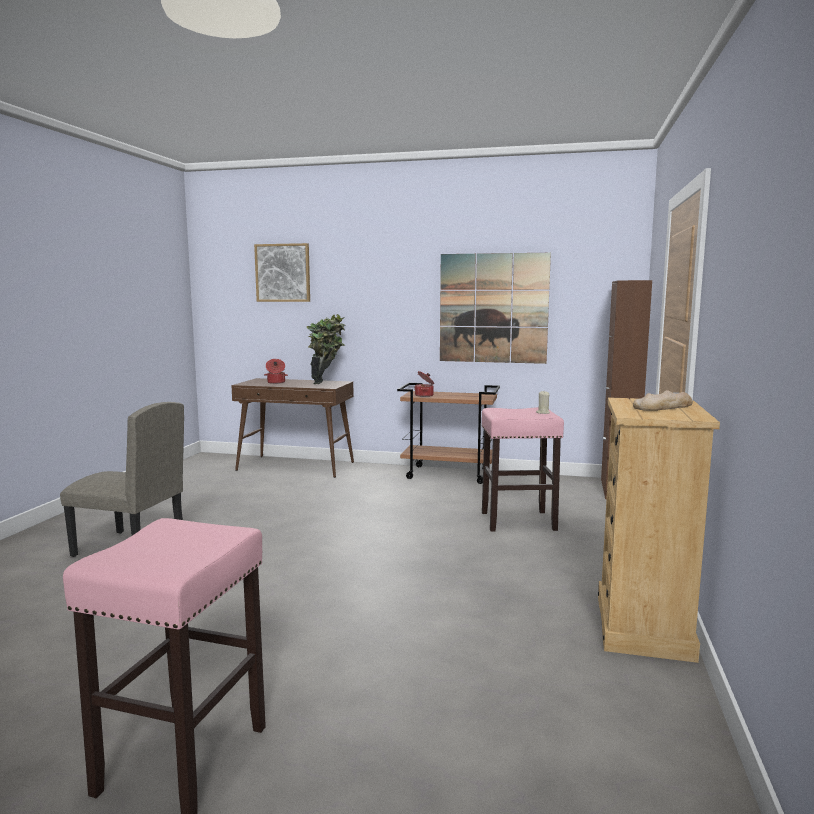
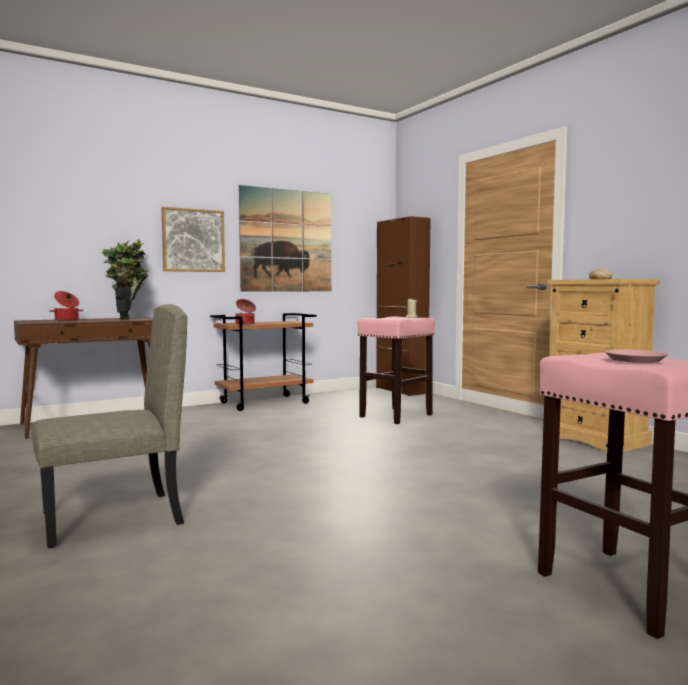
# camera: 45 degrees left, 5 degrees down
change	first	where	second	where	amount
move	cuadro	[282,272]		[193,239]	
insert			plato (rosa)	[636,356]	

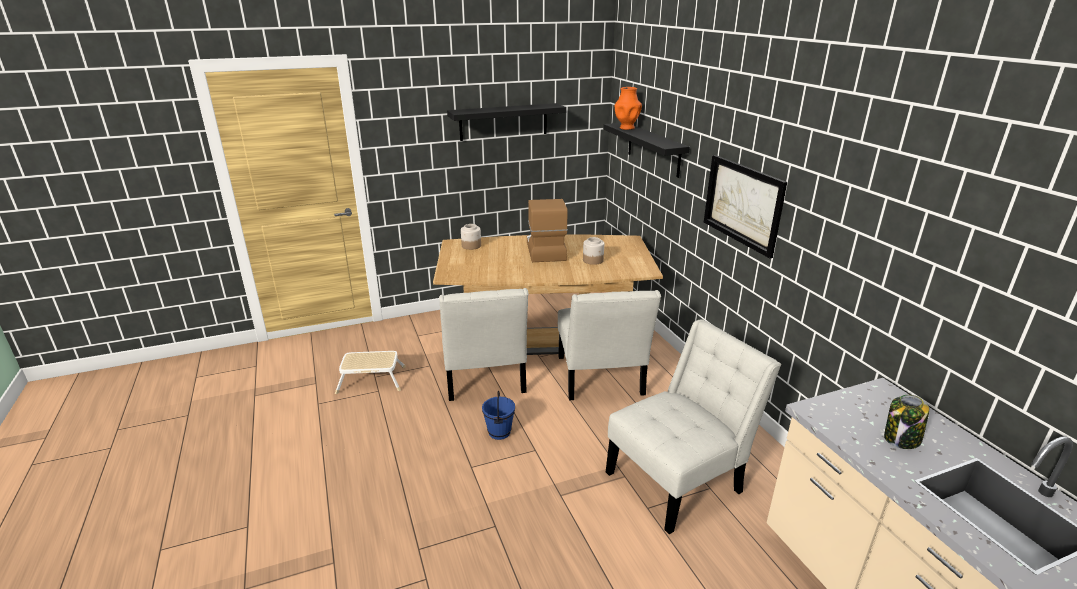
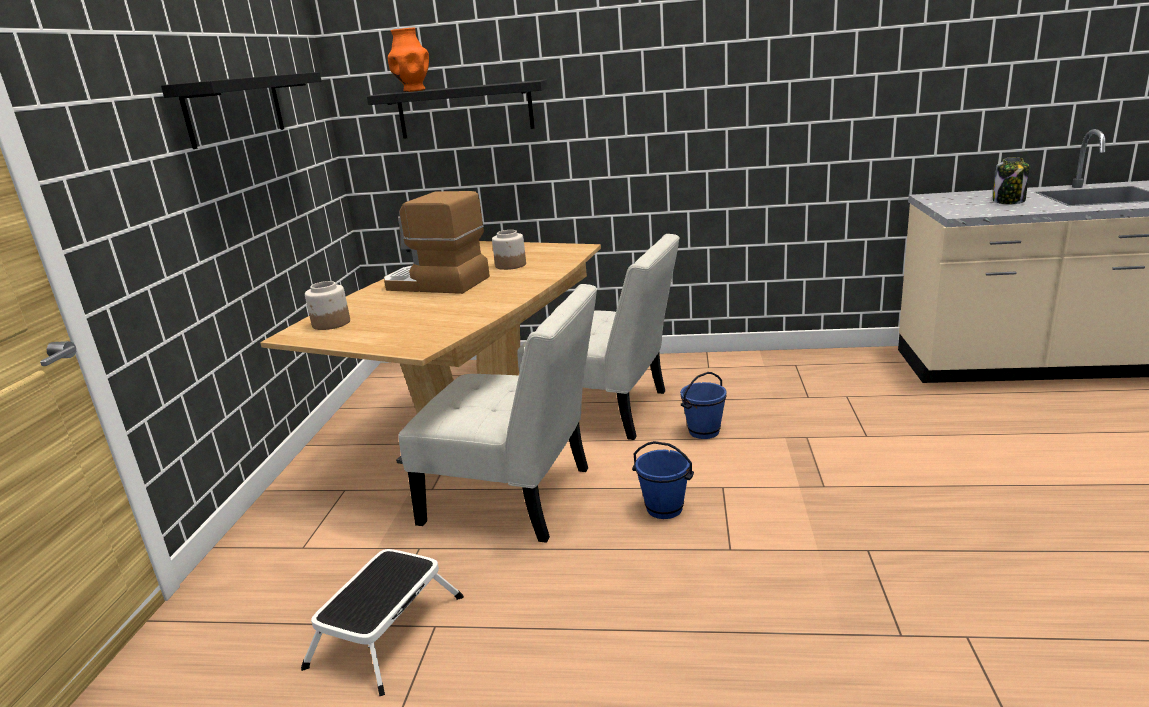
# camera: 60 degrees left, 5 degrees down
change	first	where	second	where	amount
recolor	escalera de tijera (beis)	[370,372]	escalera de tijera (negro)	[382,622]	
delete	silla (blanco)	[693,426]			
delete	cuadro	[745,206]			
insert			cubo (azul)	[703,405]	

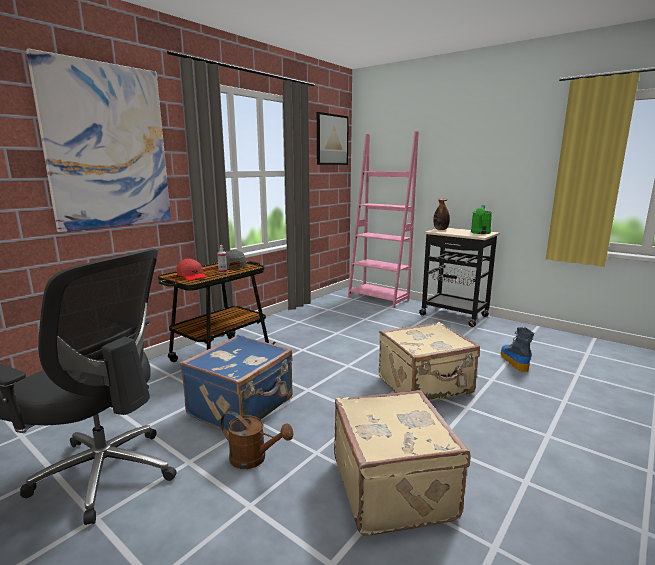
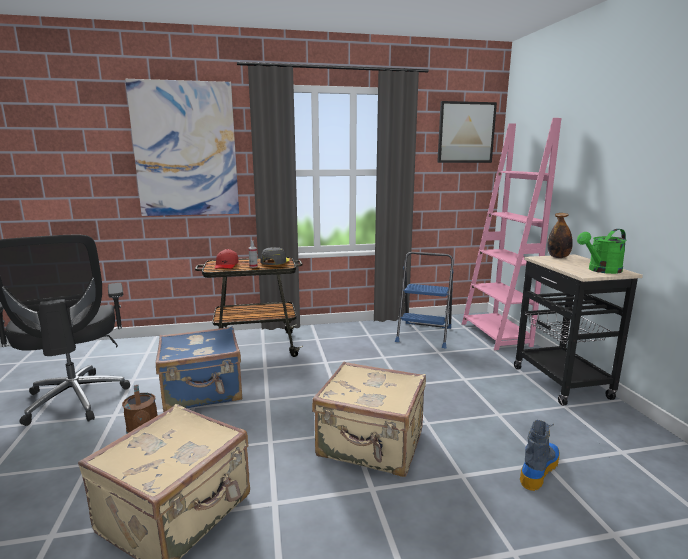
# camera: 40 degrees right, 0 degrees up
change	first	where	second	where	amount
insert			escalera de tijera (azul)	[424,300]	

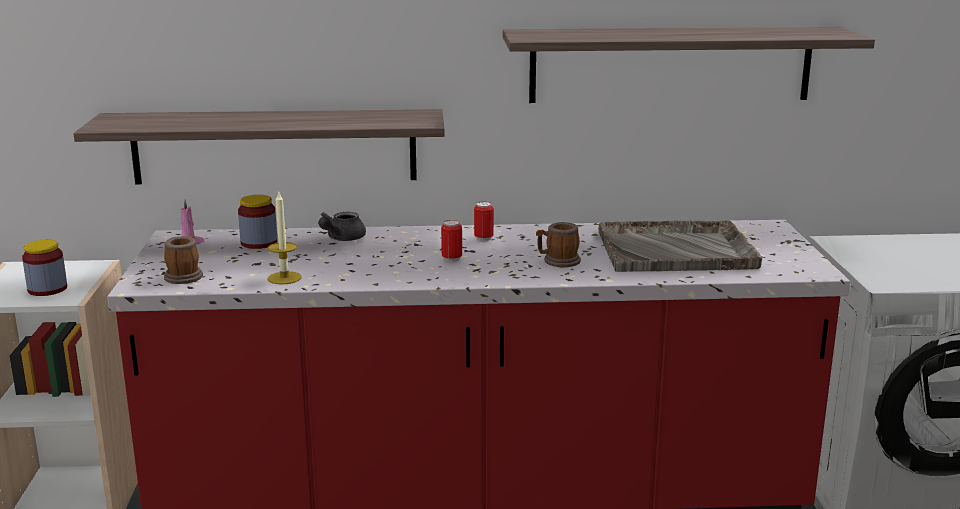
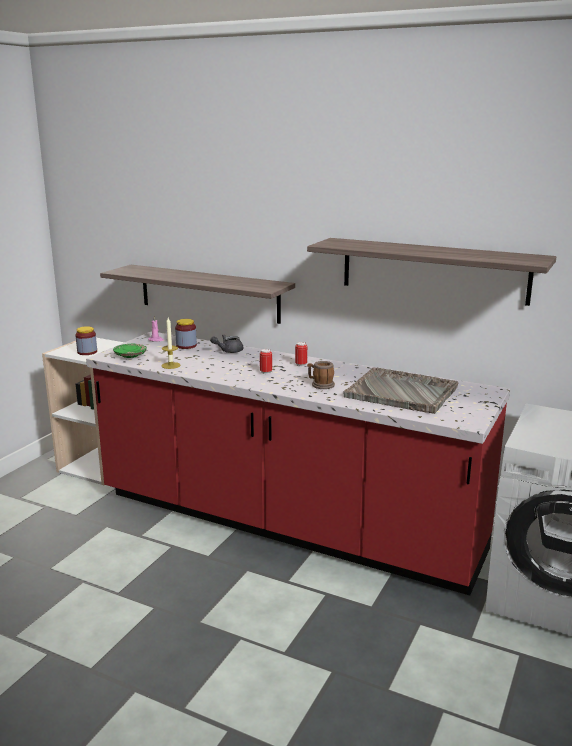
# camera: 30 degrees right, 0 degrees up
change	first	where	second	where	amount
replace	taza grande	[183,260]	plato (verde)	[130,351]	

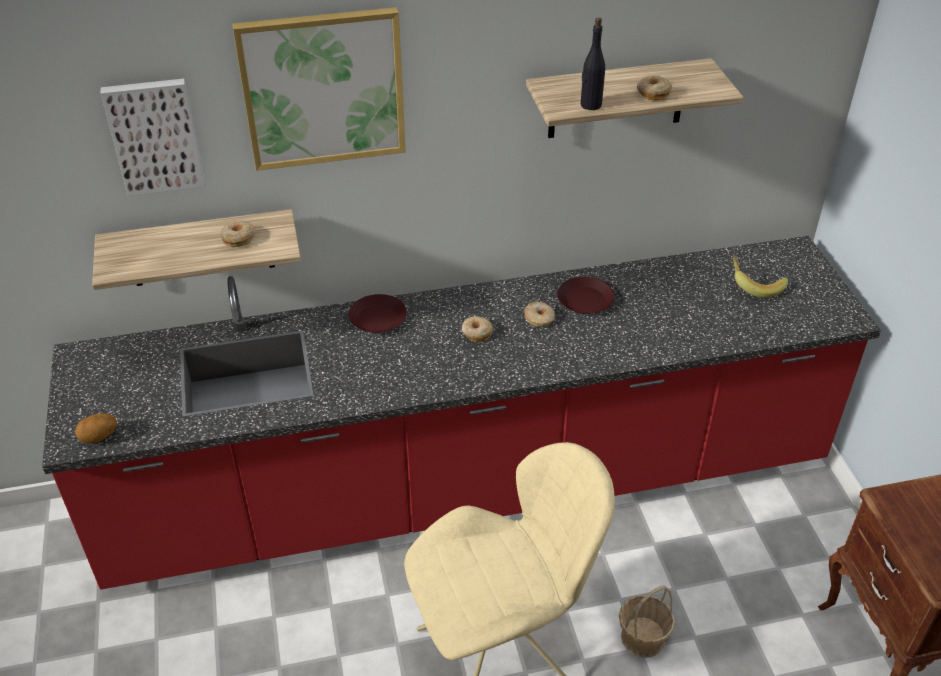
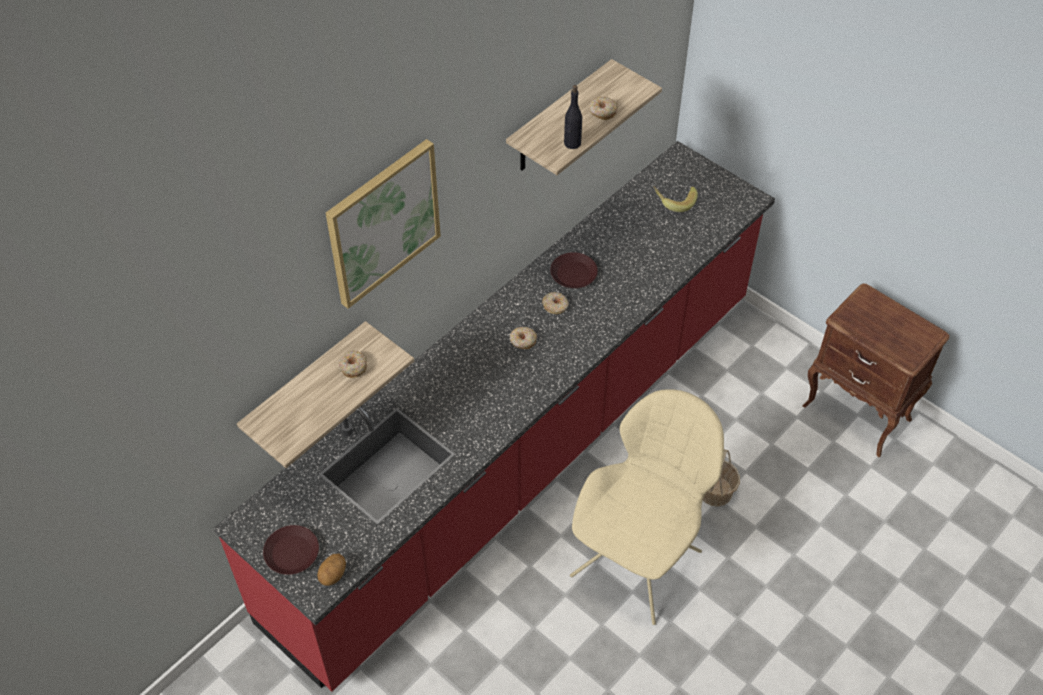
# camera: 35 degrees left, 10 degrees up
change	first	where	second	where	amount
delete	cuadro	[153,137]			
move	plato (marrón)	[378,313]		[291,550]	

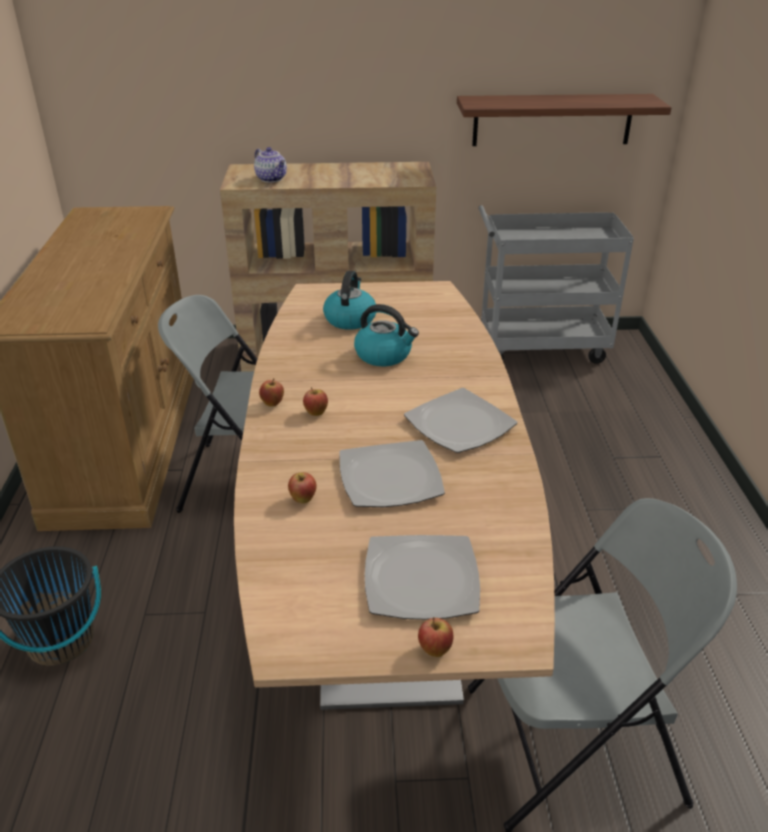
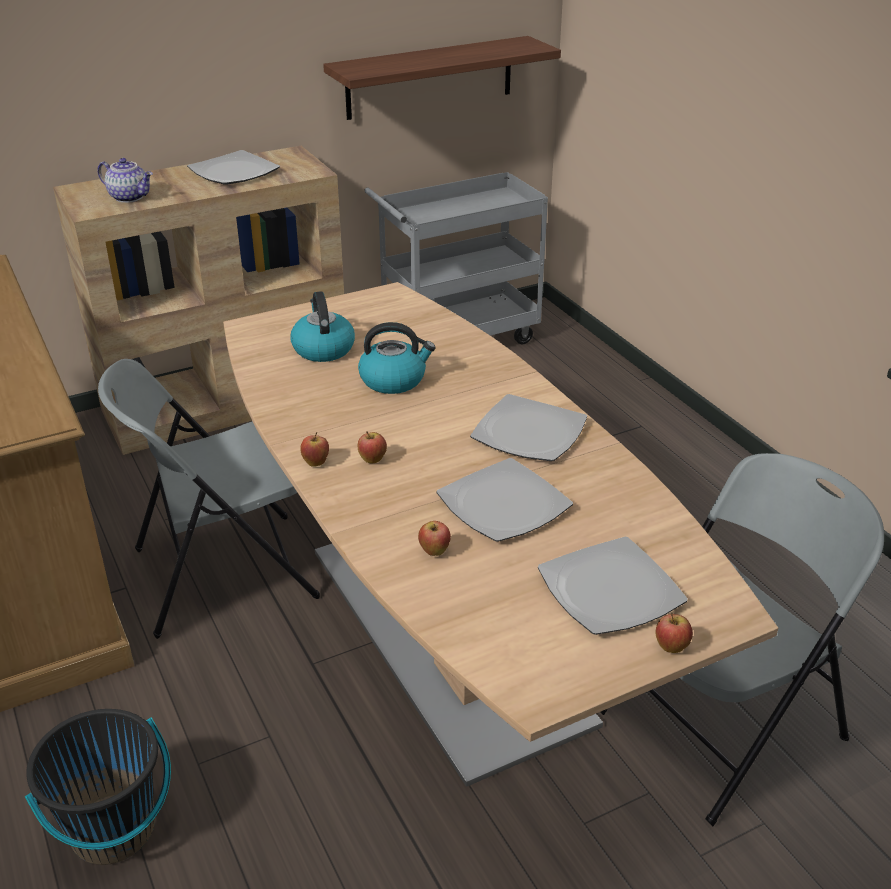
# camera: 25 degrees left, 0 degrees up
change	first	where	second	where	amount
insert			plato	[233,167]	

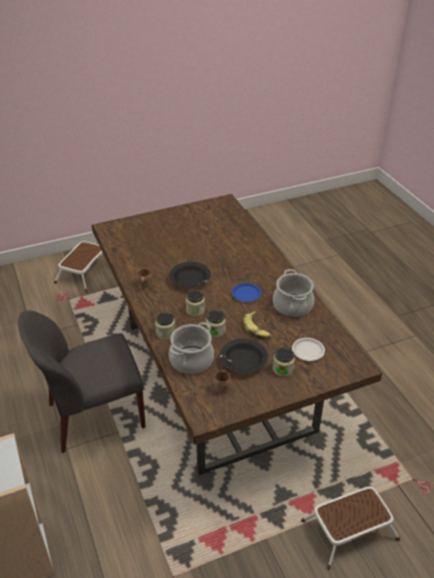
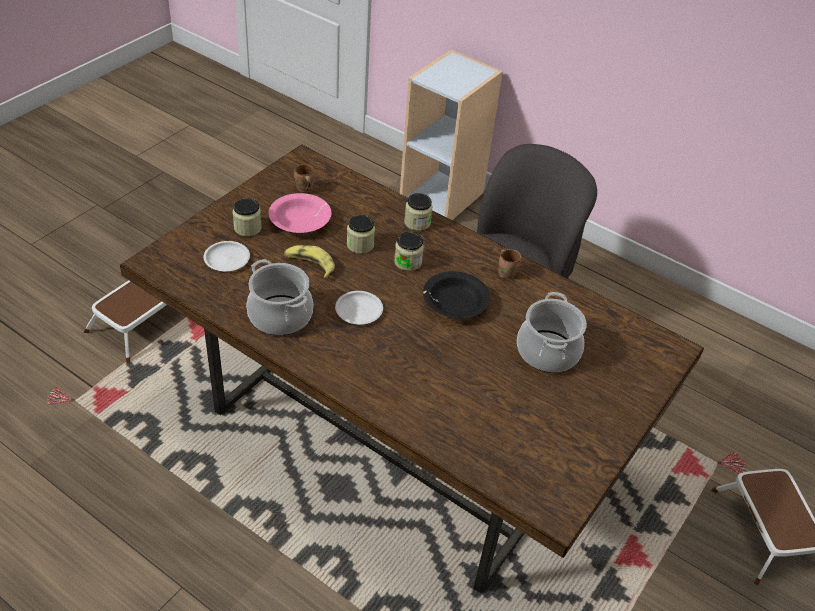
# camera: 145 degrees right, 5 degrees up
change	first	where	second	where	amount
move	olla	[191,348]		[552,332]	
recolor	cuenco (negro)	[244,356]	cuenco (rosa)	[300,213]	
recolor	plato (azul)	[246,292]	plato (blanco)	[359,308]	

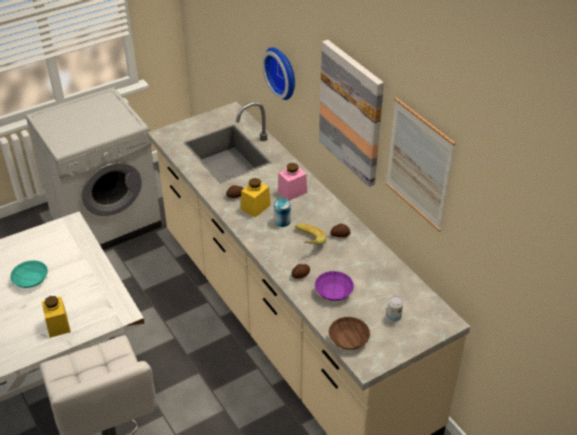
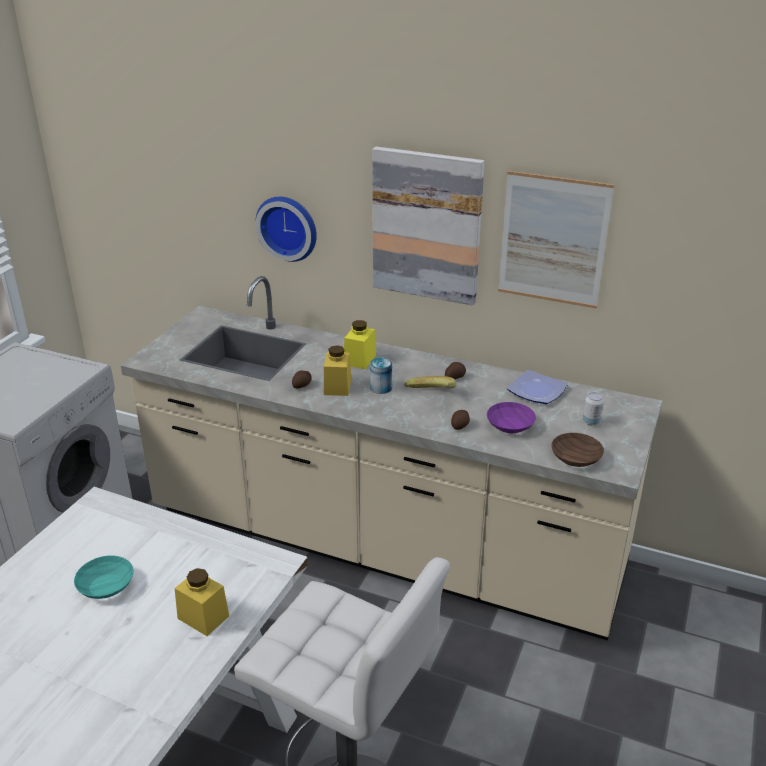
# camera: 35 degrees left, 10 degrees down
change	first	where	second	where	amount
recolor	tarro (rosa)	[292,182]	tarro (amarillo)	[360,344]	
insert			plato	[537,387]	

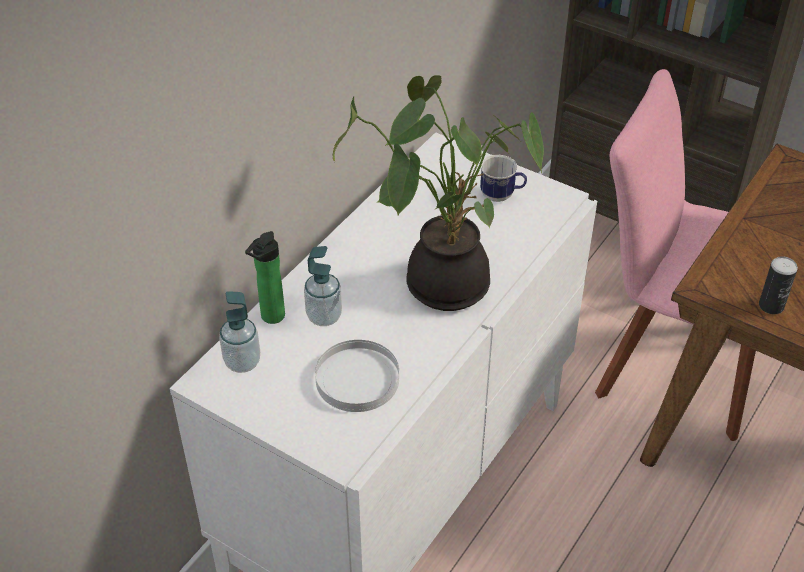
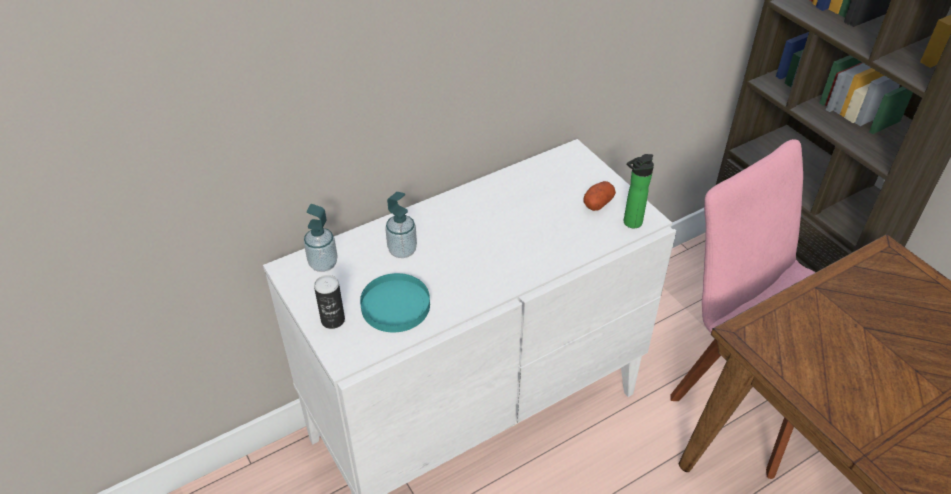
# camera: 25 degrees right, 0 degrees up
change	first	where	second	where	amount
move	botella	[265,277]		[639,191]	
recolor	plato (blanco)	[357,376]	plato (turquesa)	[395,303]	
delete	planta en maceta	[438,193]			
replace	taza grande	[503,178]	patata	[599,196]	
move	lata	[778,285]		[329,302]	

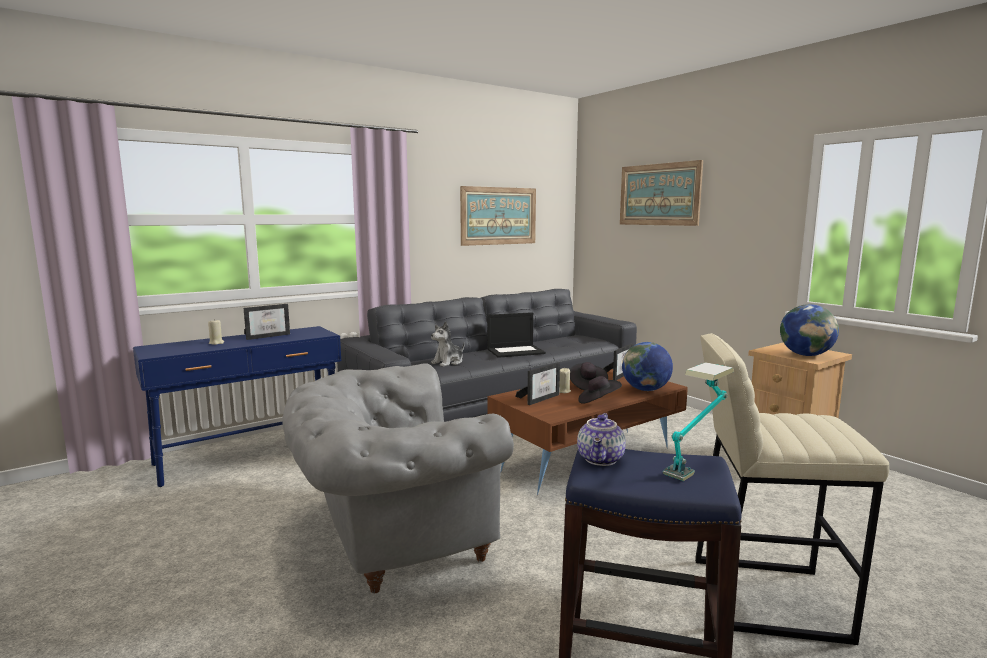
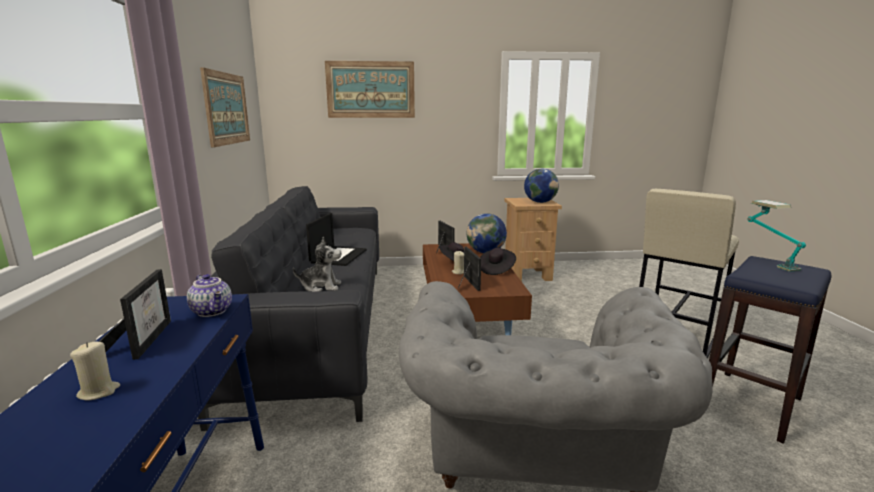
# camera: 60 degrees left, 5 degrees up
change	first	where	second	where	amount
rotate	peluche	[447,344]		[317,264]	75 degrees counterclockwise
move	tetera	[601,439]		[209,295]	

